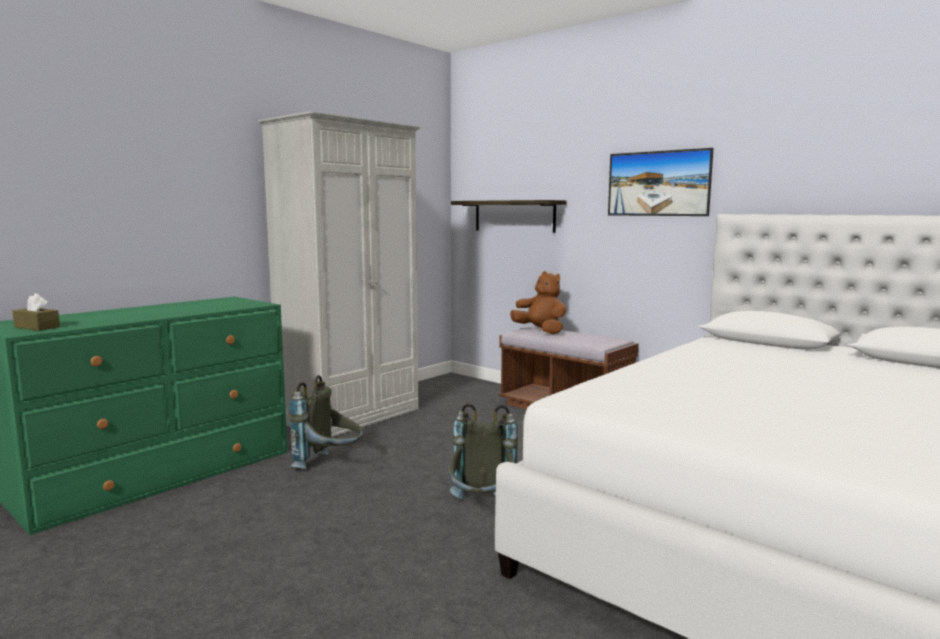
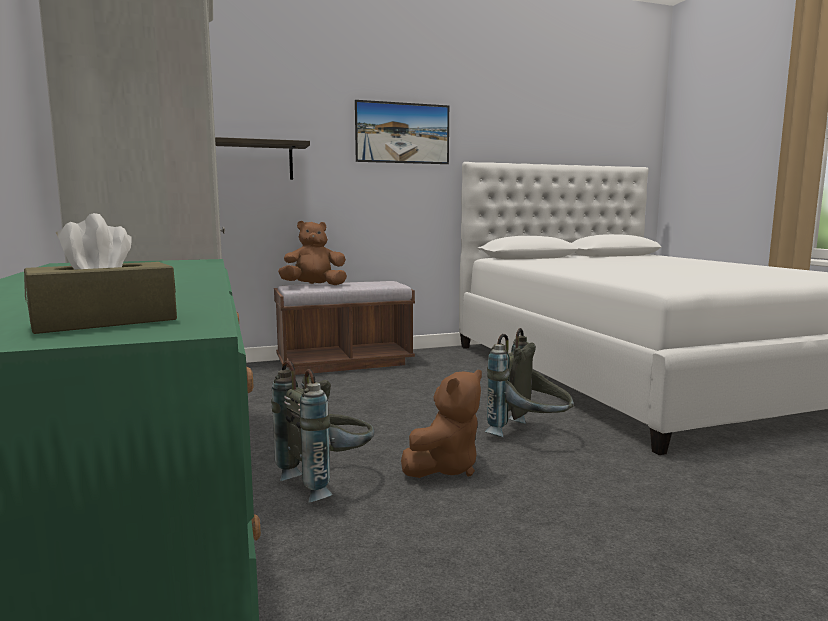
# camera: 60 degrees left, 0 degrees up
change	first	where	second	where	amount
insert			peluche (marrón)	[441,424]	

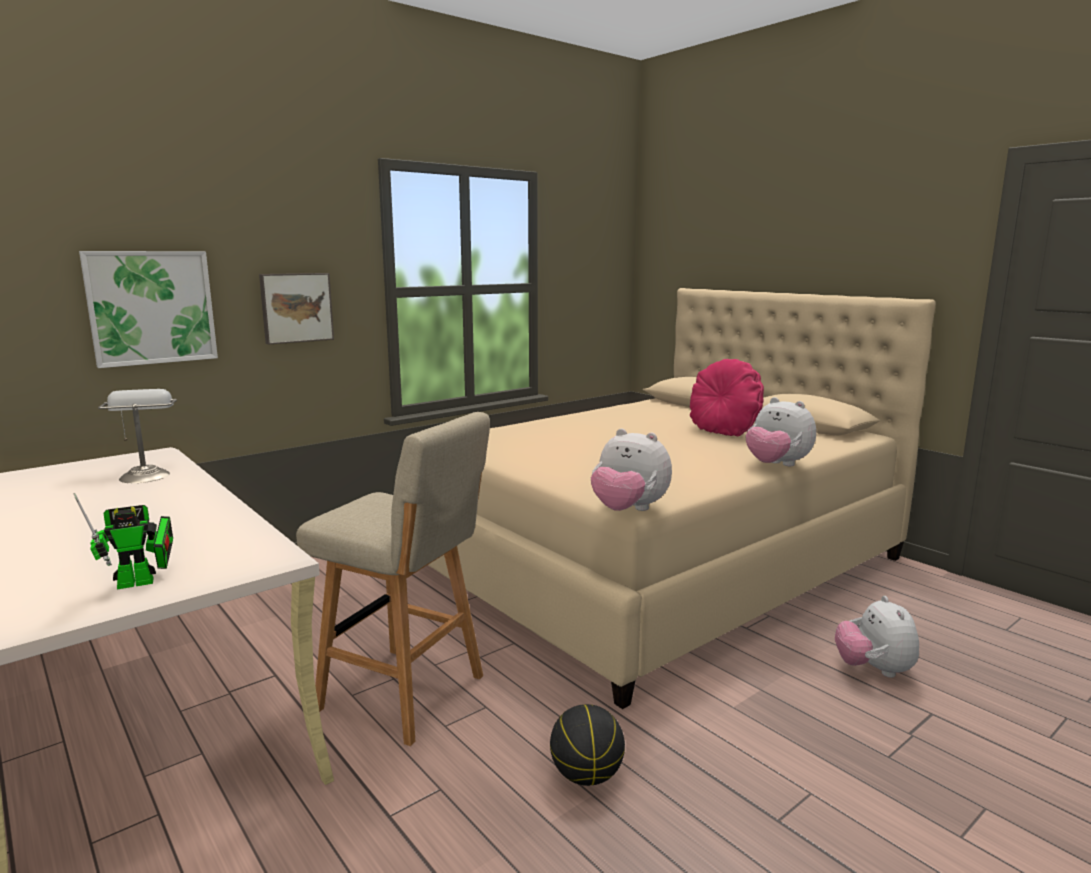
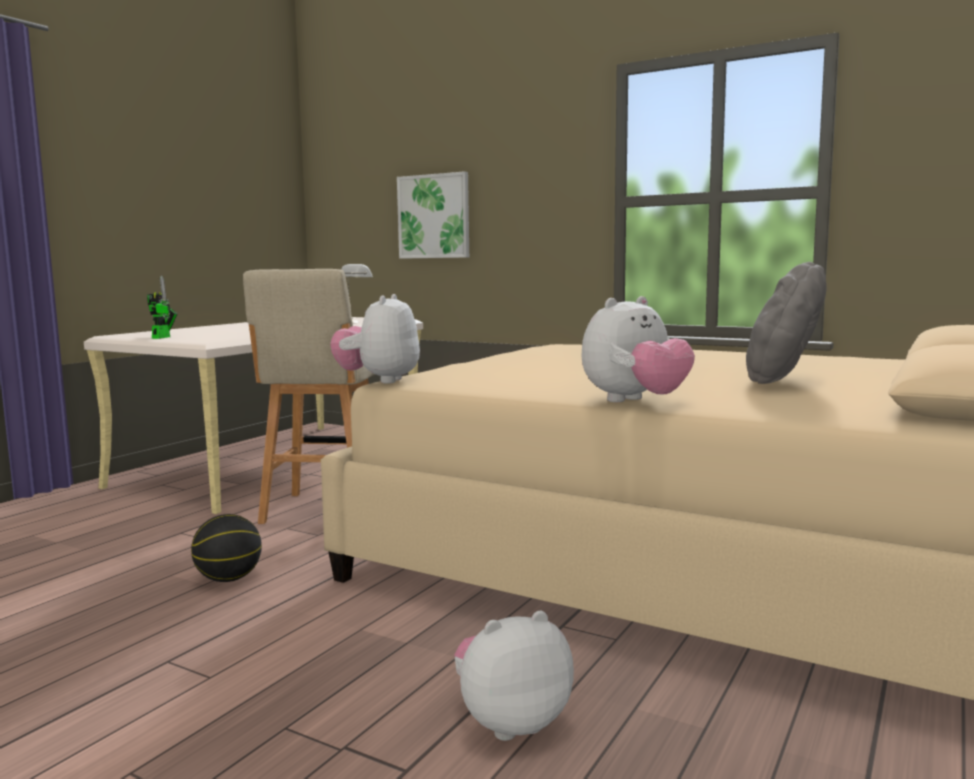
# camera: 70 degrees right, 5 degrees down
change	first	where	second	where	amount
rotate	robot de juguete	[123,541]		[162,307]	120 degrees counterclockwise
delete	cuadro	[296,309]			
recolor	cojín (rosa)	[727,397]	cojín (gris)	[786,323]	
rotate	peluche	[781,431]		[638,349]	150 degrees counterclockwise

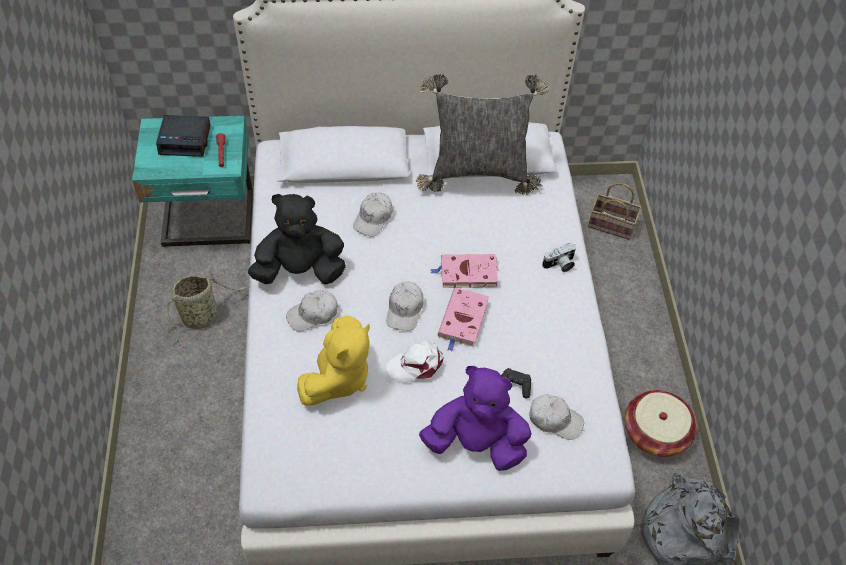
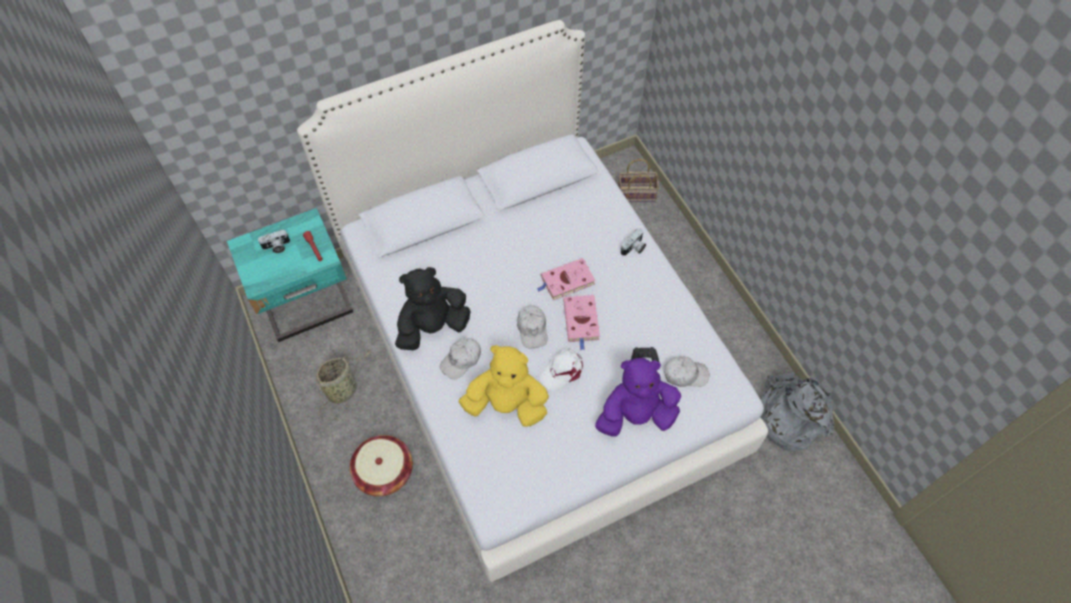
# camera: 20 degrees left, 5 degrees up
change	first	where	second	where	amount
replace	despertador	[183,136]	cámara	[274,241]	
rotate	peluche (amarillo)	[333,361]		[504,386]	90 degrees counterclockwise
delete	gorra (blanco)	[373,215]			
delete	cojín	[483,134]			
move	cesta	[660,423]		[381,465]	

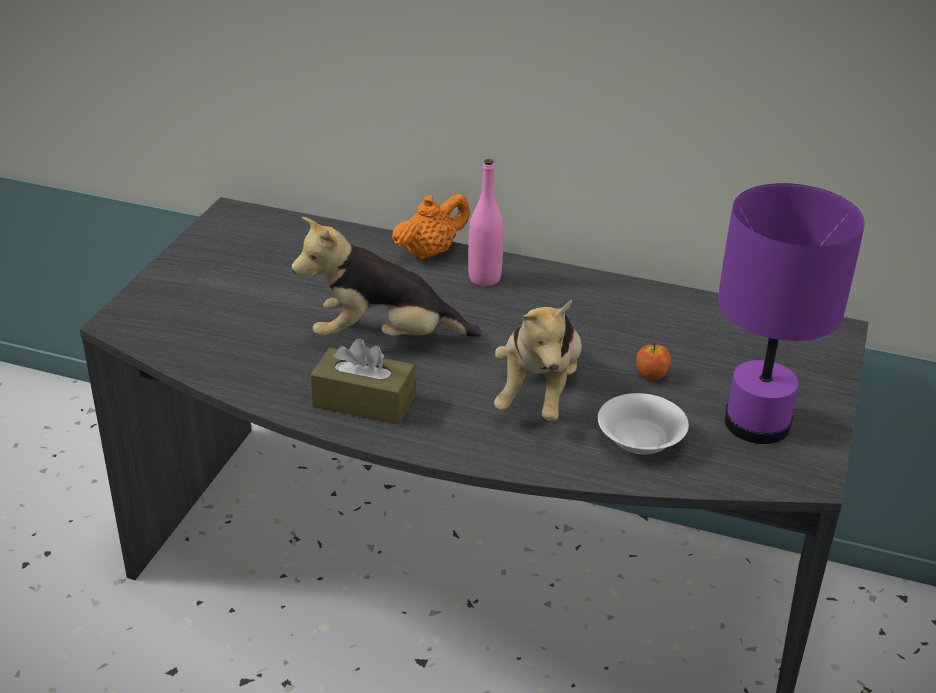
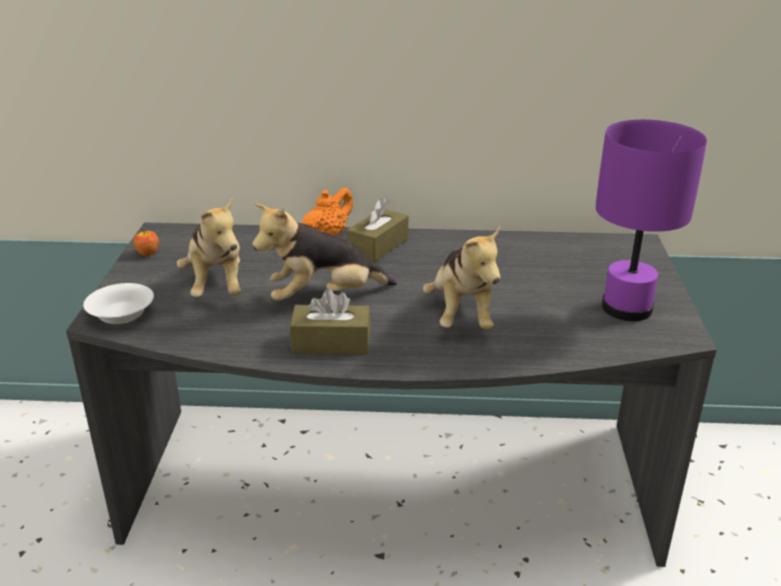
# camera: 15 degrees left, 5 degrees down
change	first	where	second	where	amount
replace	botella (rosa)	[486,222]	caja de pañuelos (marrón)	[377,230]	
move	cuenco (blanco)	[643,423]		[118,303]	
move	manzana	[653,361]		[146,242]	
insert			peluche	[209,247]	

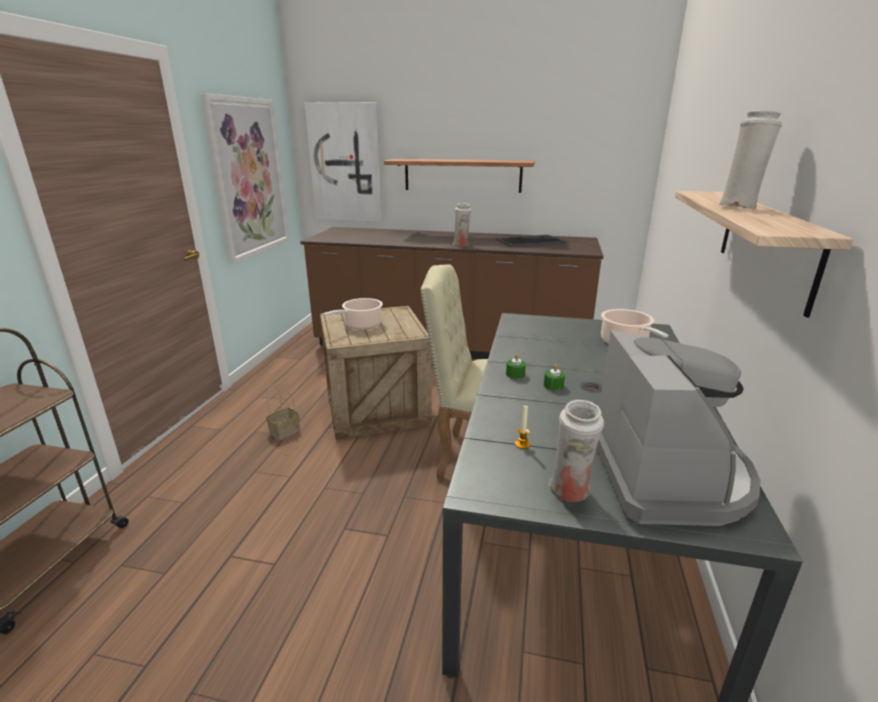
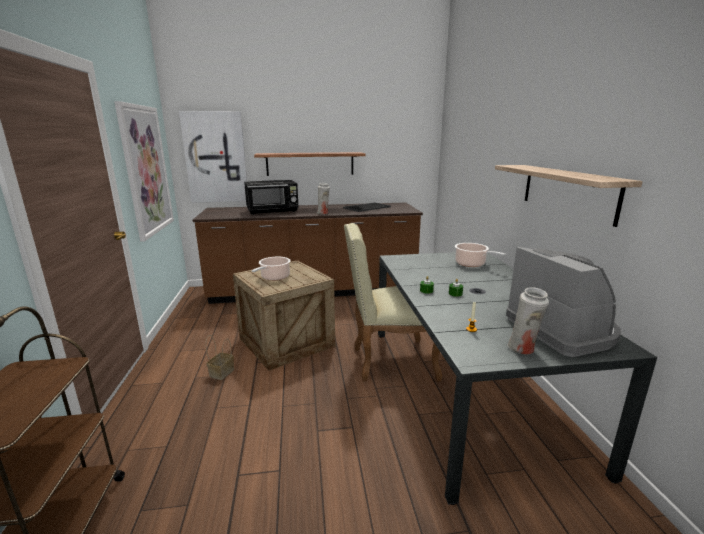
# camera: 20 degrees left, 5 degrees down
change	first	where	second	where	amount
delete	florero (blanco)	[750,159]			
insert			microondas (negro)	[271,197]	

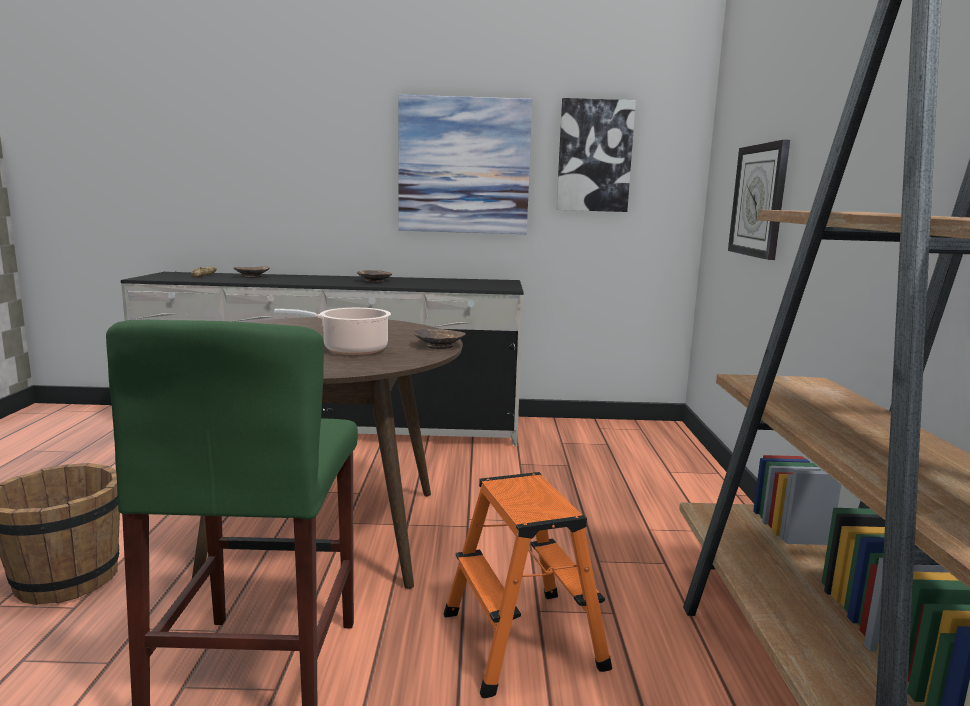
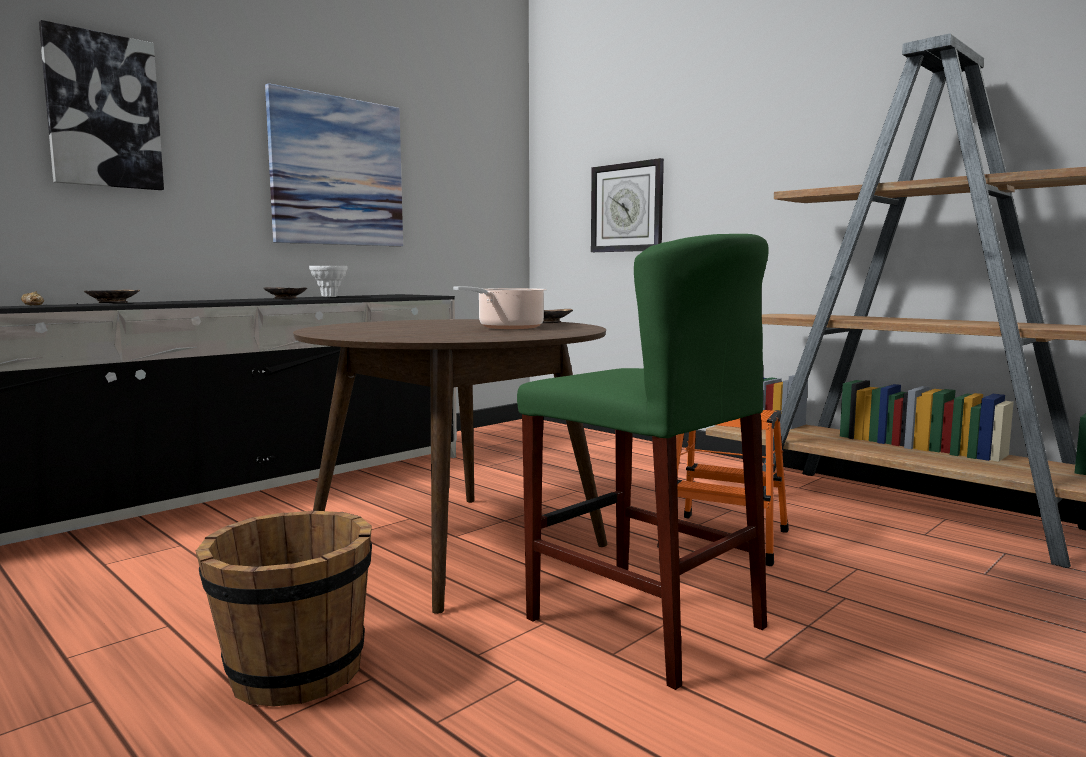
# camera: 45 degrees left, 5 degrees down
change	first	where	second	where	amount
move	cuadro	[596,155]		[101,105]	
insert			florero (blanco)	[328,281]	

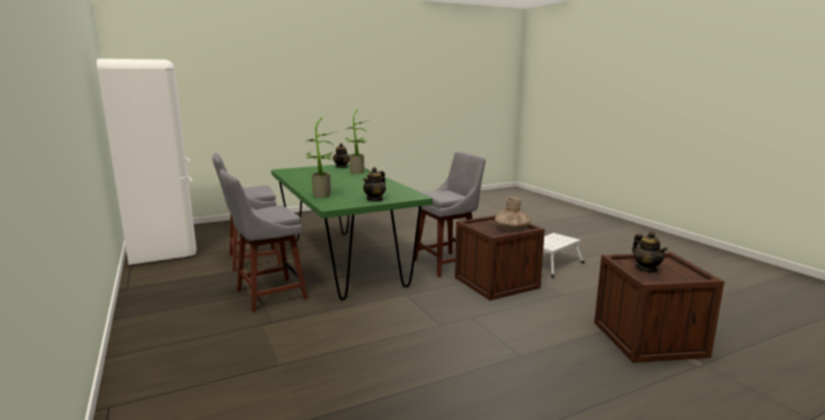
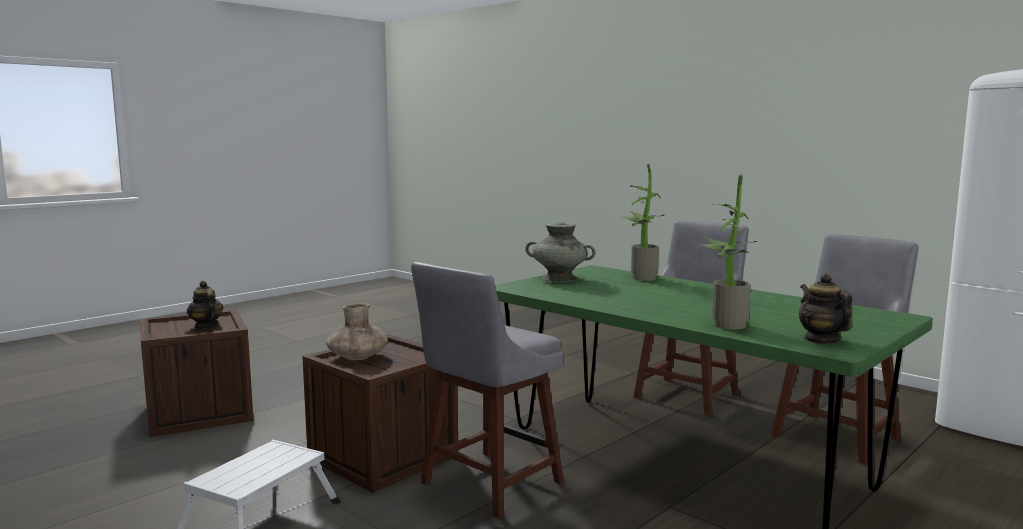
# camera: 160 degrees right, 5 degrees down
change	first	where	second	where	amount
replace	tetera	[374,184]	florero (turquesa)	[560,252]	

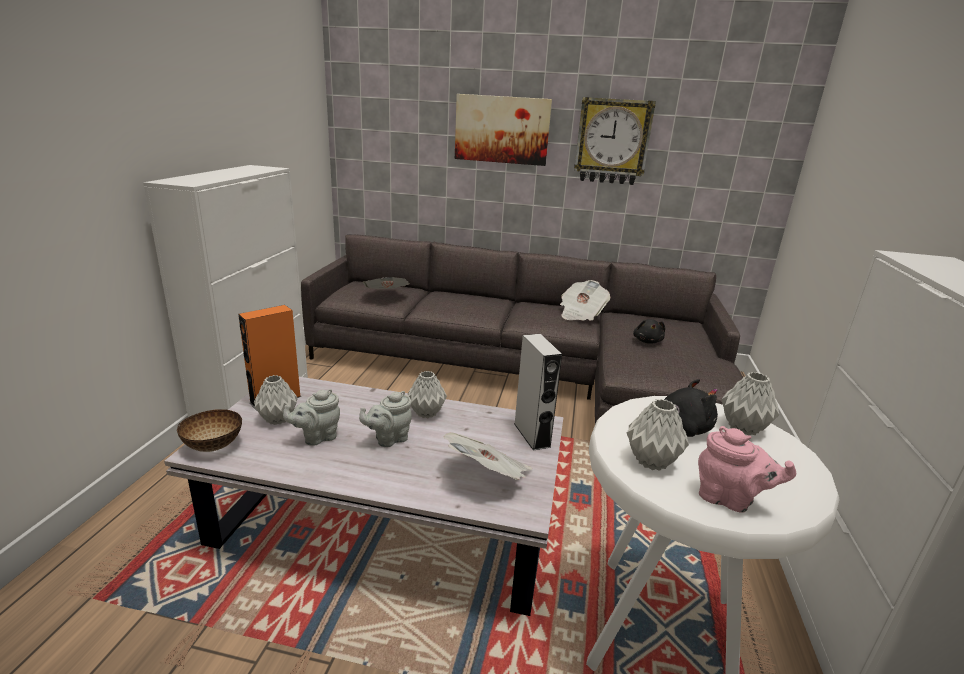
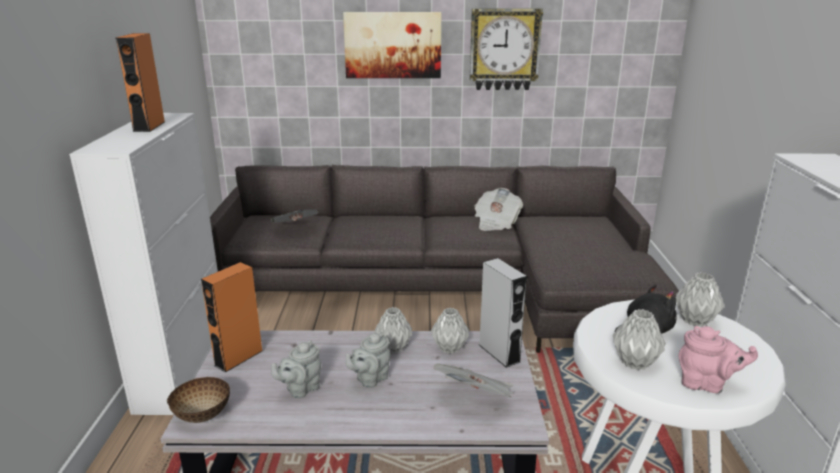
# camera: 10 degrees left, 0 degrees up
change	first	where	second	where	amount
move	florero (gris)	[276,400]		[450,331]	
delete	peluche (negro)	[649,331]			
insert			altavoz (naranja)	[140,82]	

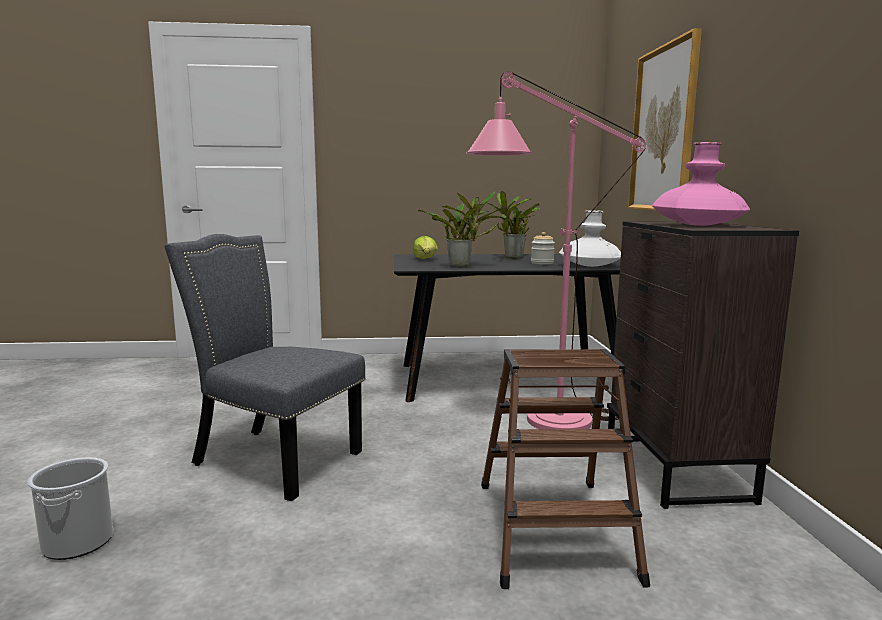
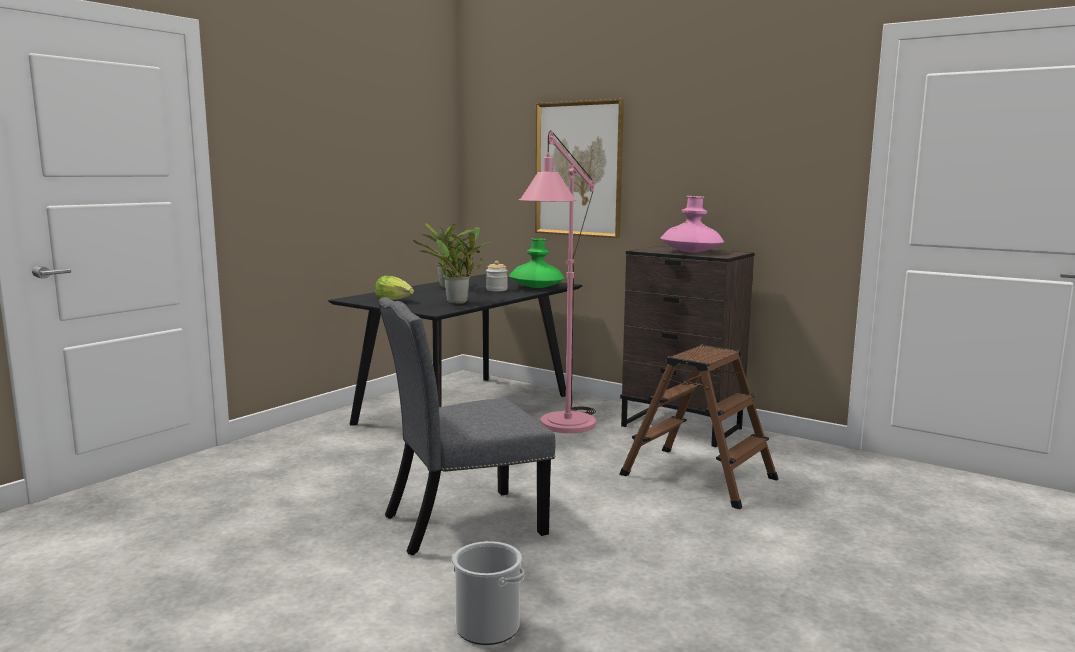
# camera: 50 degrees left, 0 degrees up
change	first	where	second	where	amount
recolor	florero (blanco)	[590,238]	florero (verde)	[536,263]	

